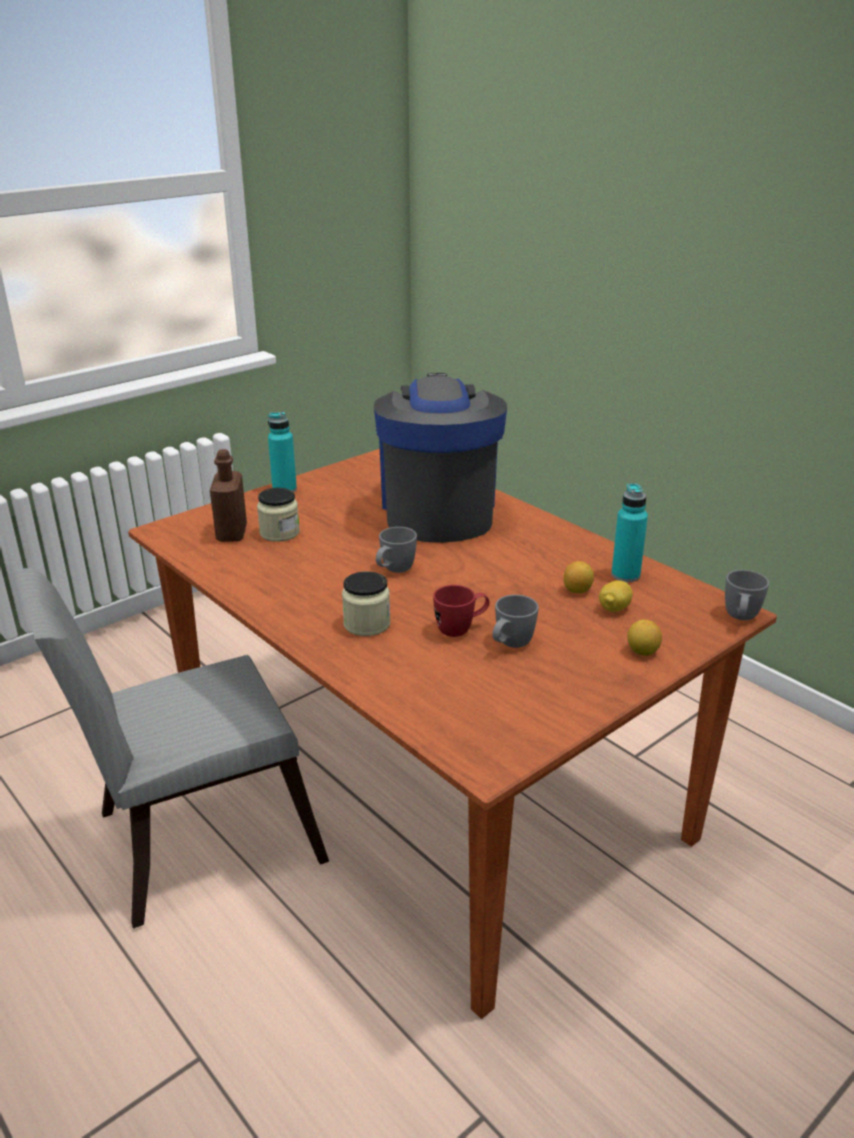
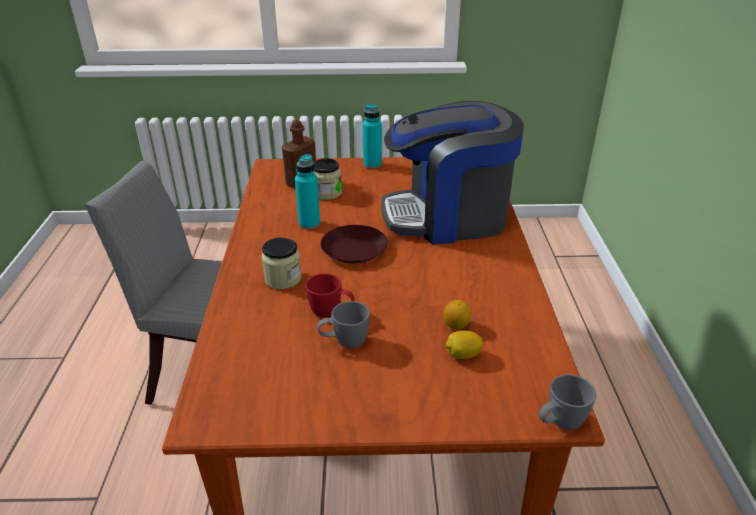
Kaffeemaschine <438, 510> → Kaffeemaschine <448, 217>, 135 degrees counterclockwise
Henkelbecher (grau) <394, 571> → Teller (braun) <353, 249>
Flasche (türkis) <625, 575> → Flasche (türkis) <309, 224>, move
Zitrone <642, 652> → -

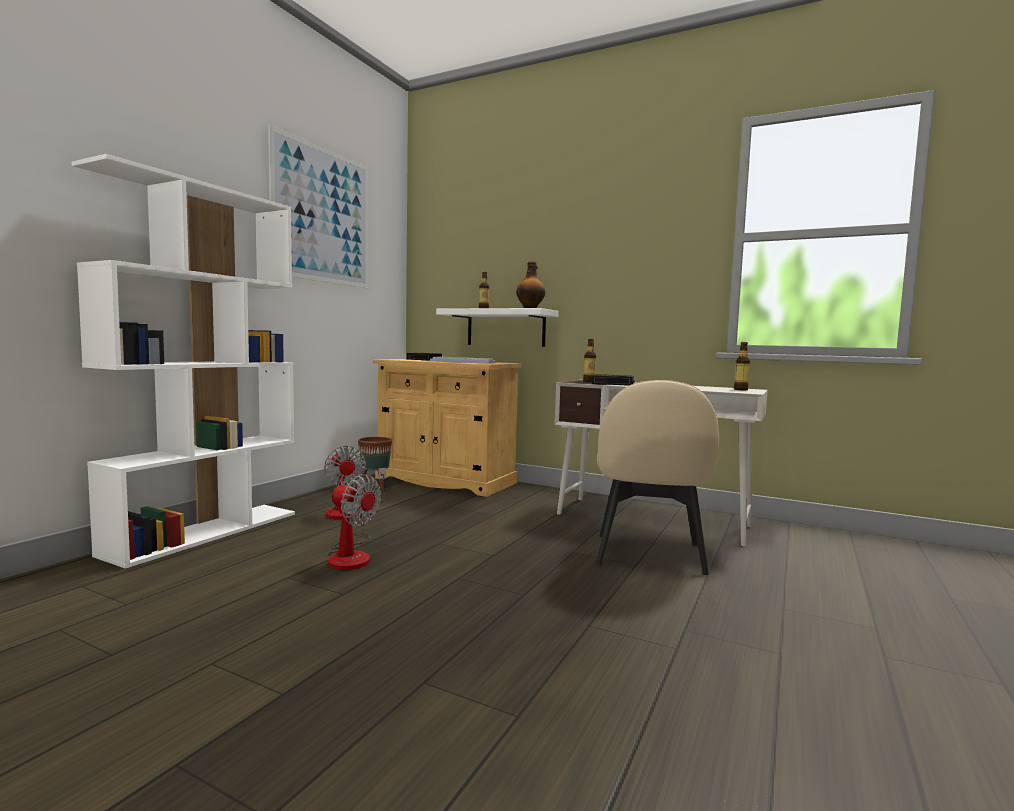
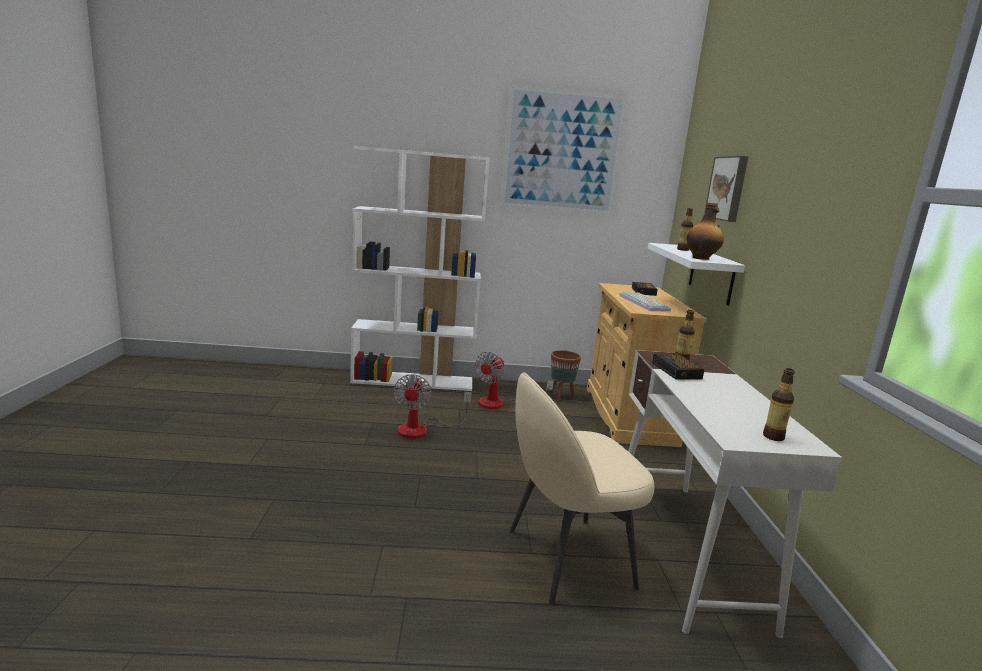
- → Bild <728, 188>

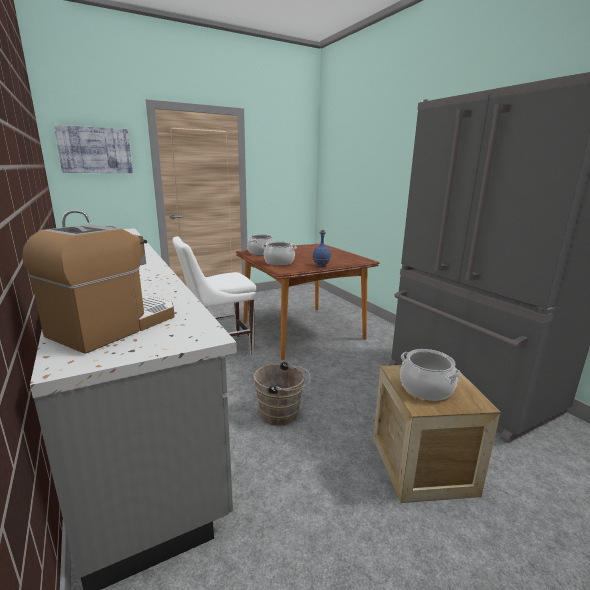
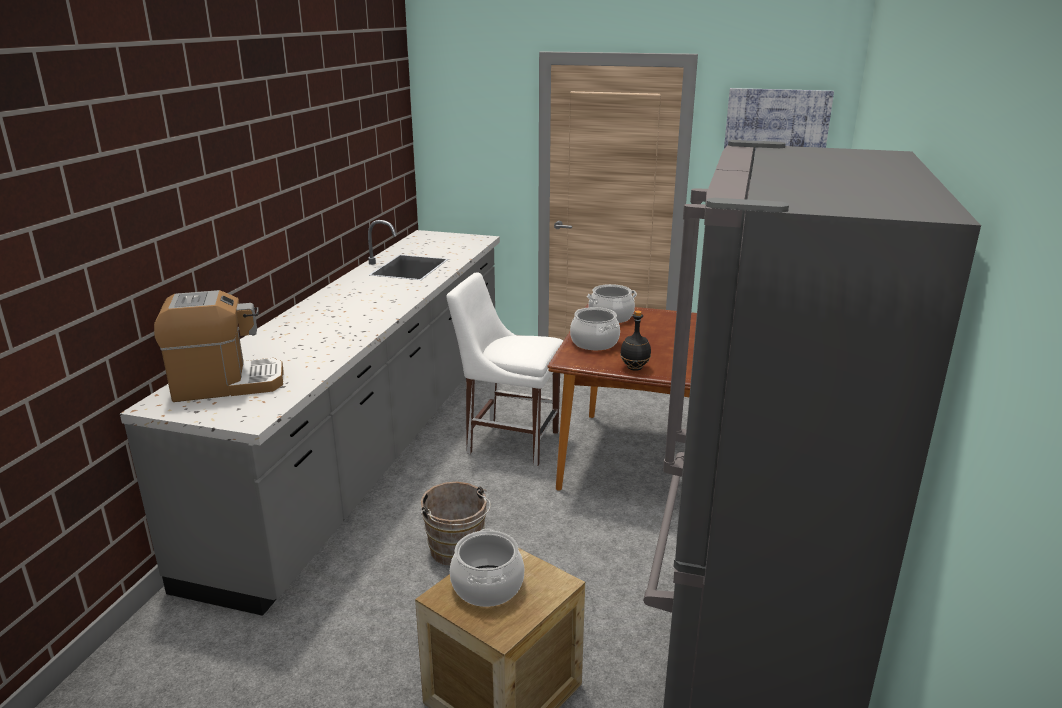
Bild <95, 150> → Bild <776, 123>, move
Flasche (blau) <321, 266> → Flasche (schwarz) <634, 368>

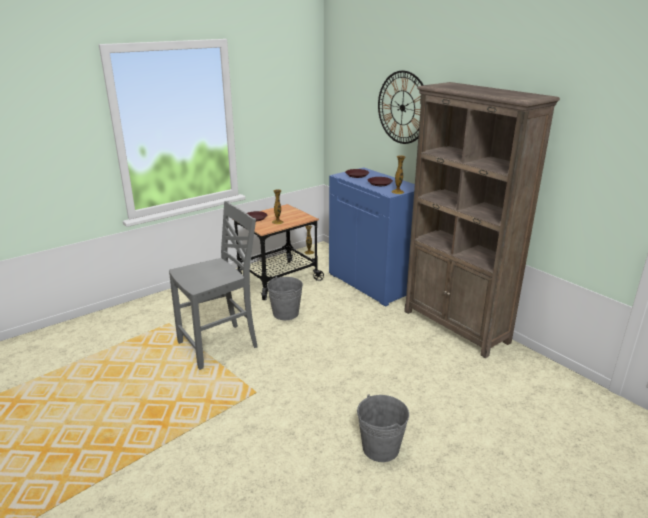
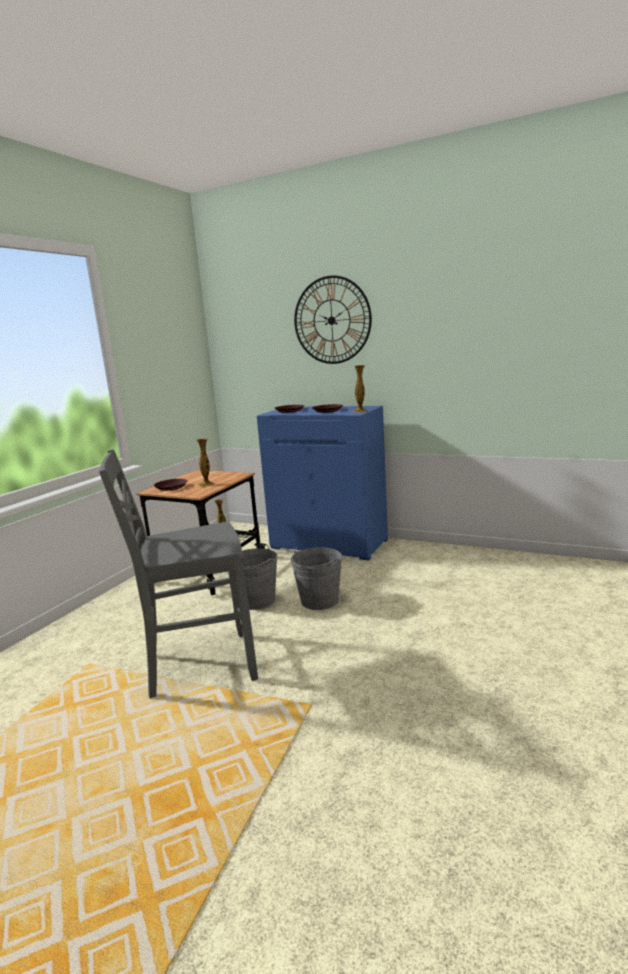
Stuhl (grau) <220, 345> → Stuhl (grau) <198, 665>, 135 degrees counterclockwise
Eimer (grau) <380, 448> → Eimer (grau) <319, 601>, move
Bücherregal (braun) <455, 327> → -

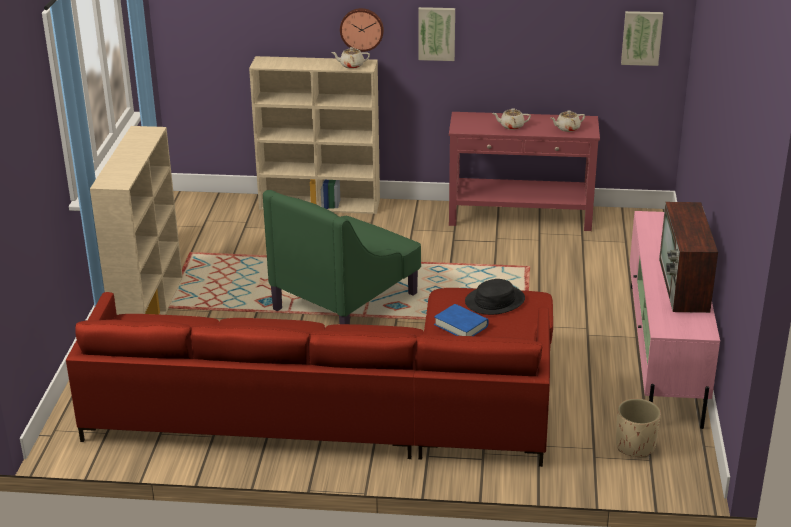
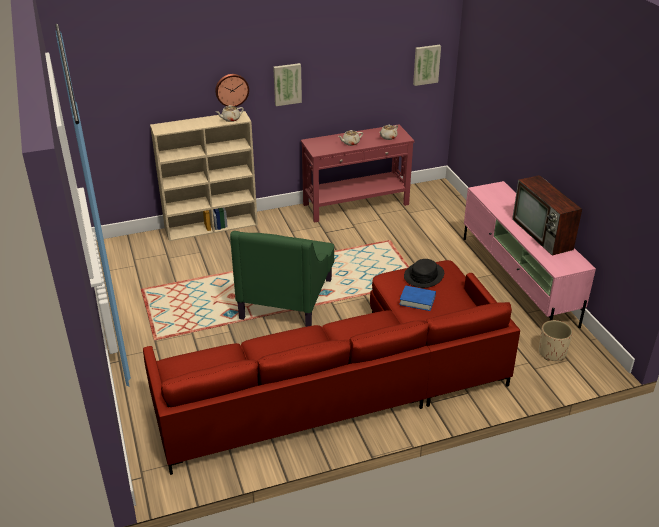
Bücherregal (beige) <149, 311> → -

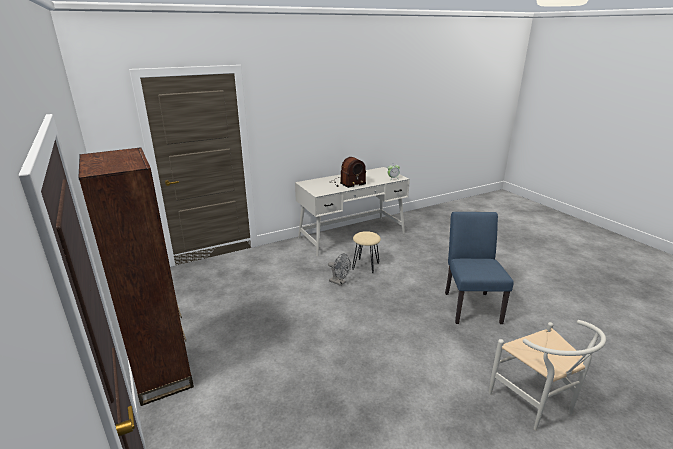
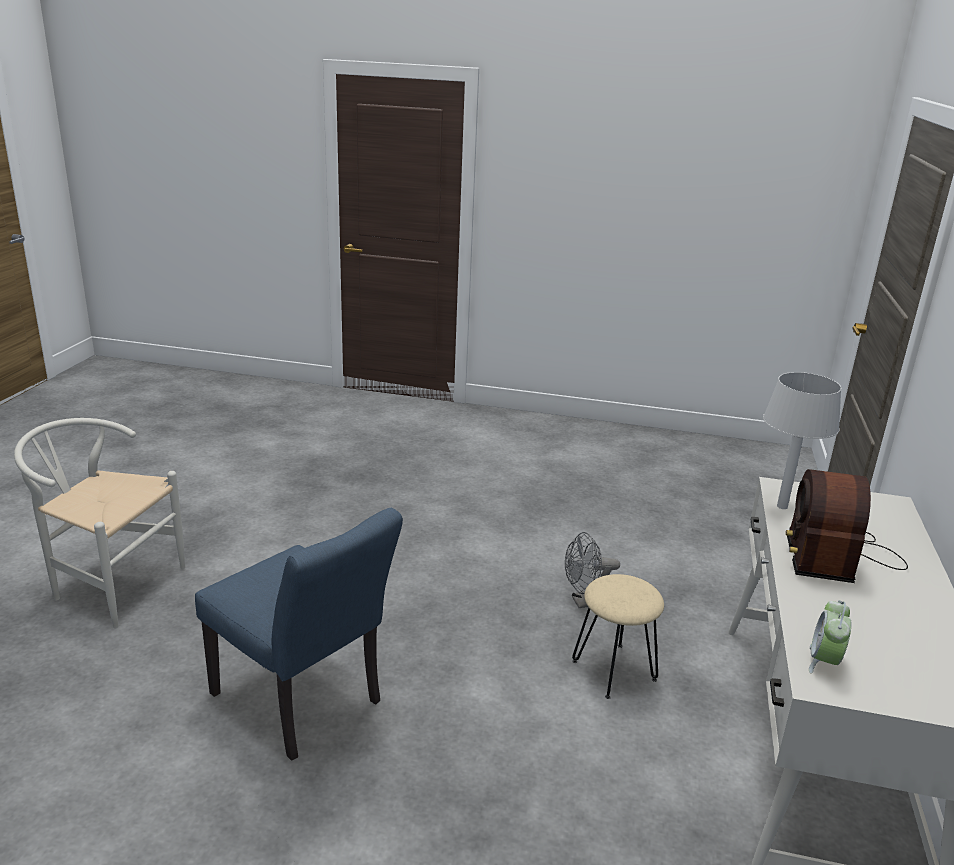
Bücherregal (braun) <163, 372> → -
- → Tischlampe (grau) <781, 506>

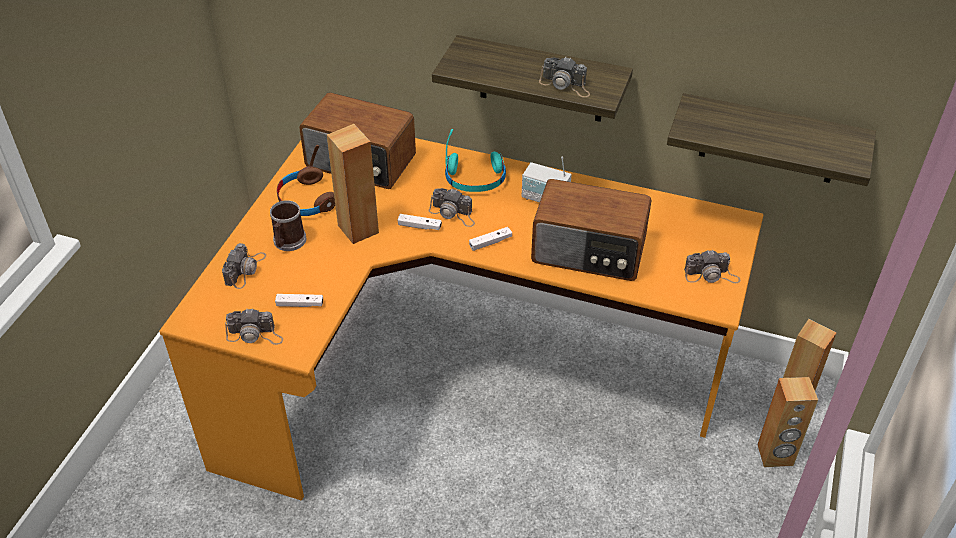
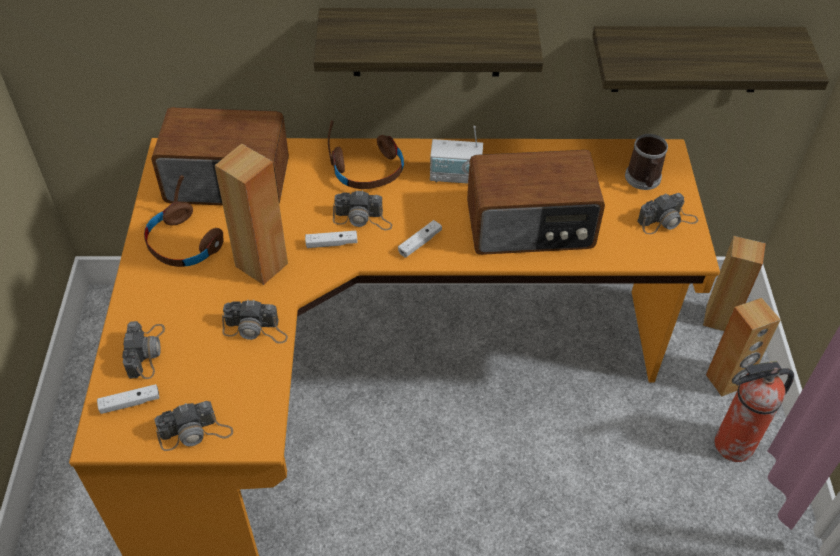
Henkelbecher <288, 242> → Henkelbecher <643, 180>, move
Gamepad (weiß) <300, 304> → Gamepad (weiß) <130, 403>, move
Kopfhörer (türkis) <475, 179> → Kopfhörer (braun) <368, 171>
Kamera <565, 85> → Kamera <255, 329>, move
- → Feuerlöscher <732, 445>

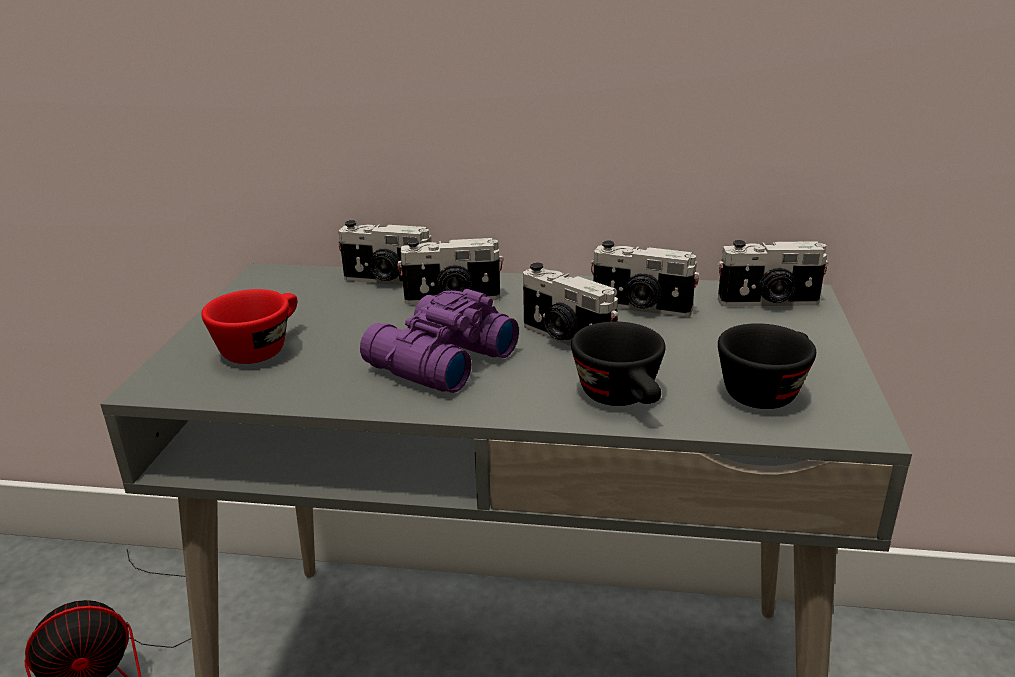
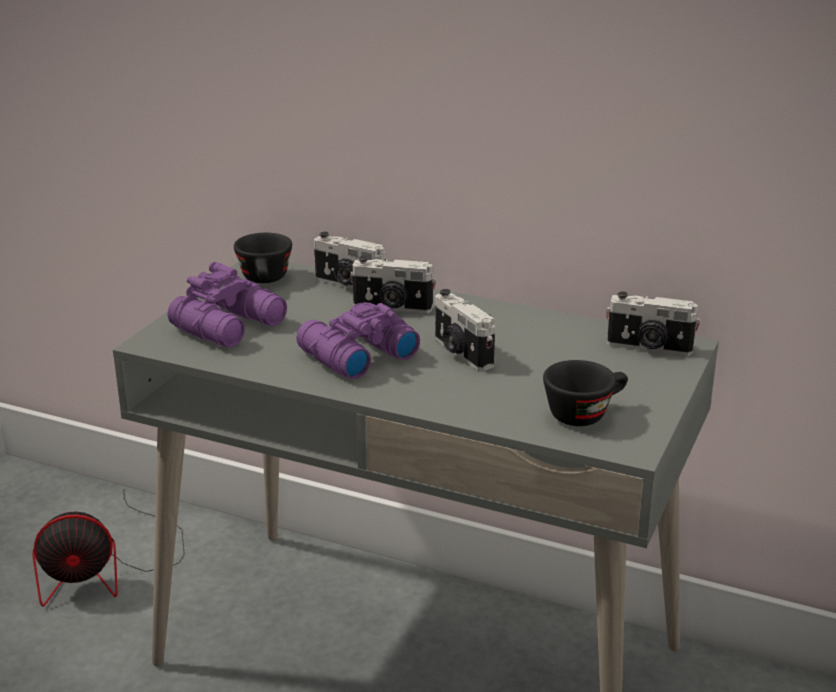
Tasse (rot) <261, 348> → Fernglas (lila) <232, 326>
Tasse (schwarz) <623, 399> → Tasse (schwarz) <265, 281>, move
Kamera <641, 308> → -

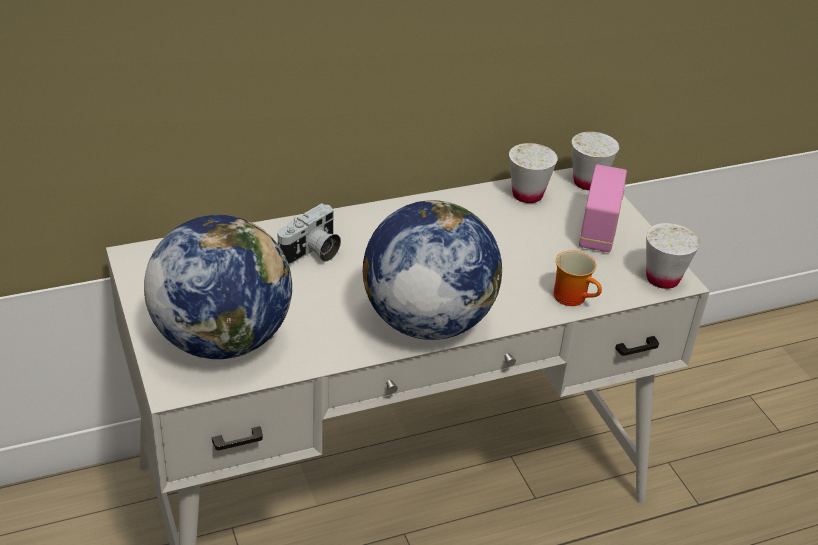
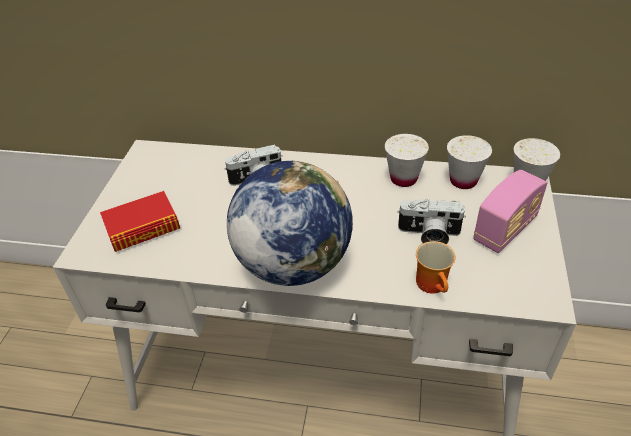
Globus <222, 339> → Buch <142, 227>
Tasse (weiß) <662, 279> → Tasse (weiß) <403, 179>, move
- → Kamera <429, 235>

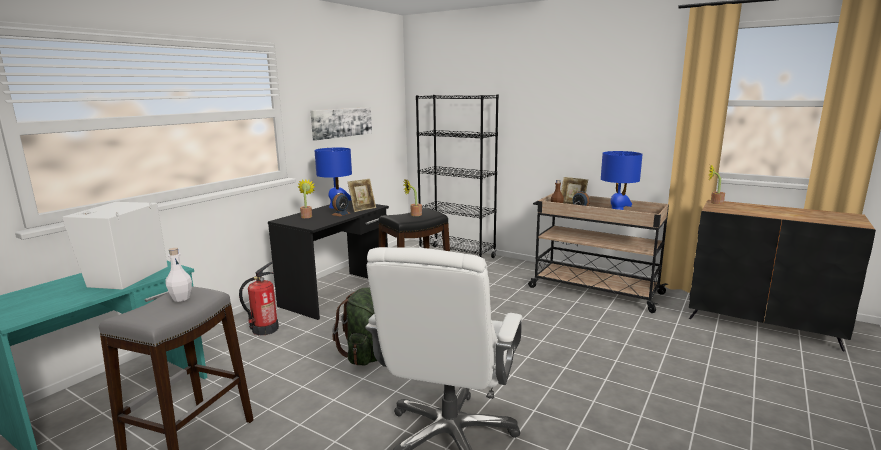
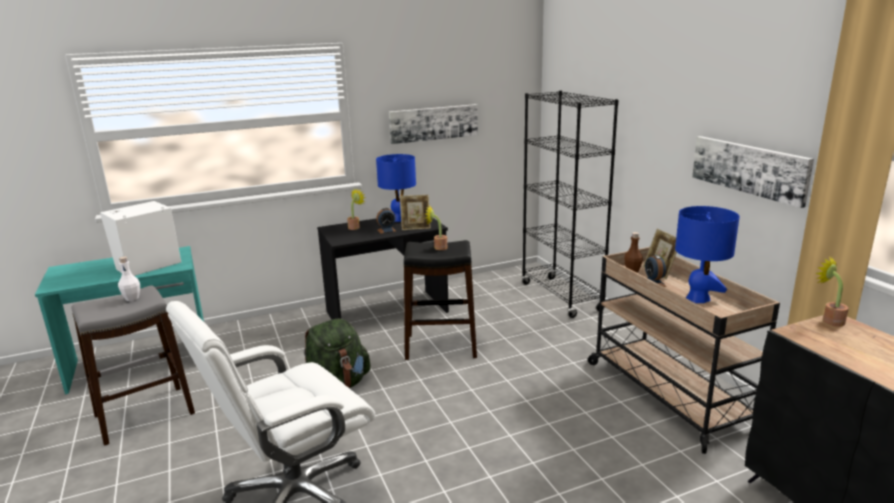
Feuerlöscher <264, 329> → -
- → Bild <749, 168>

